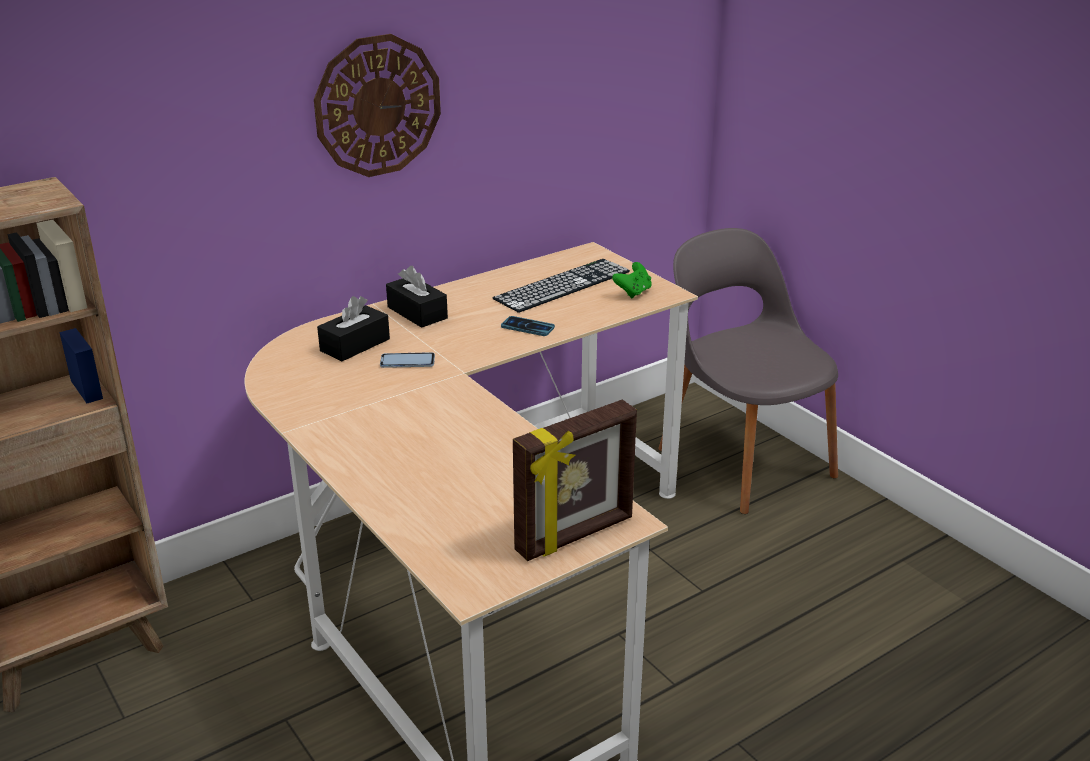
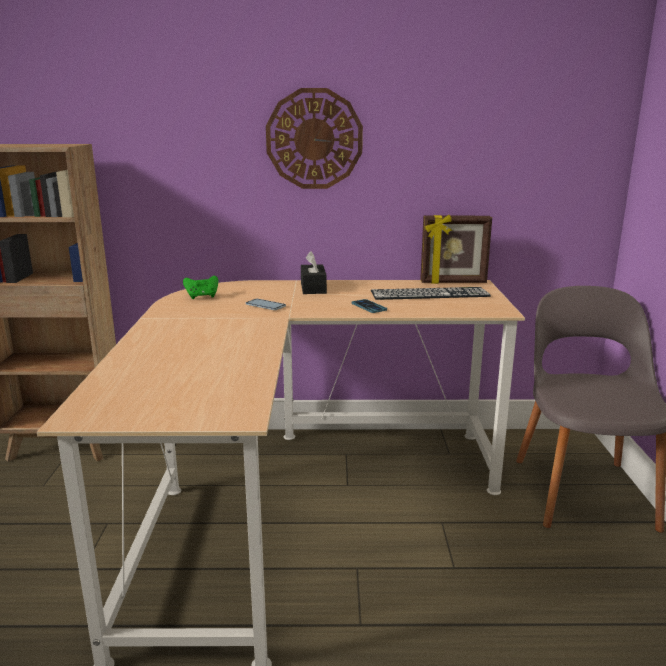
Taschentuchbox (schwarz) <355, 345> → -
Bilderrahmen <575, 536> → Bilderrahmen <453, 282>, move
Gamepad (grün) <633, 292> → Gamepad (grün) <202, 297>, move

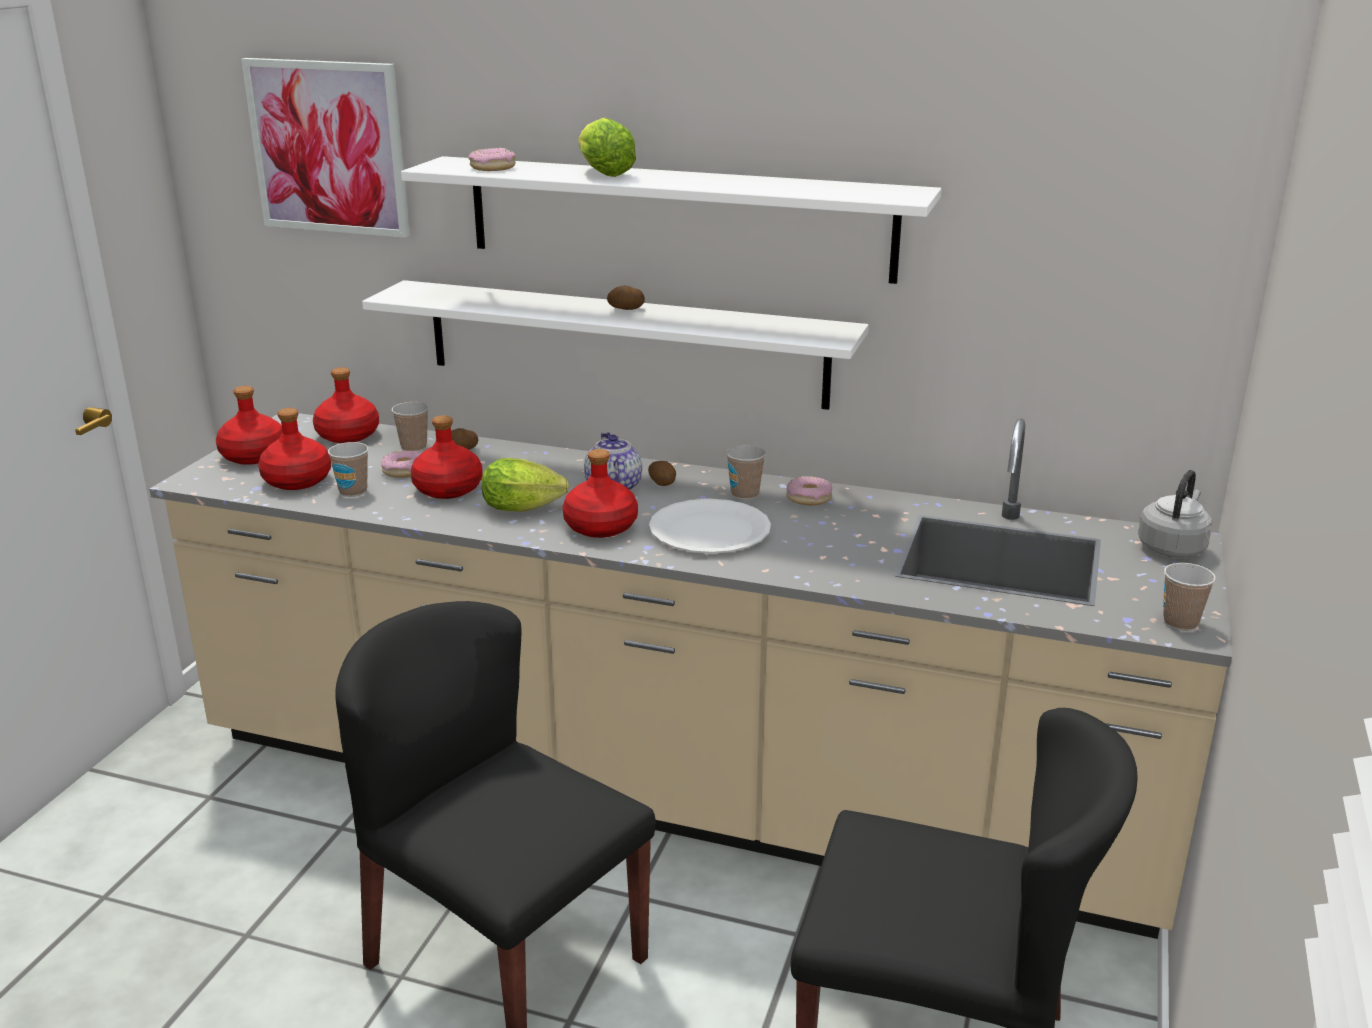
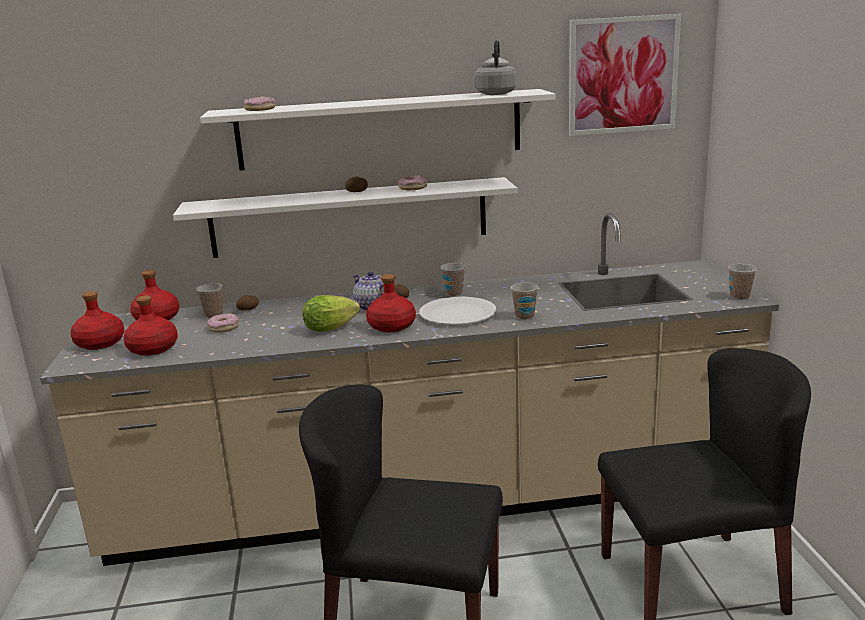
Bild <328, 147> → Bild <622, 75>, move
Tasse <353, 491> → Tasse <524, 316>, move
Flasche (rot) <447, 489> → -
Salatkopf <602, 173> → -
Donut <809, 498> → Donut <412, 188>, move
Wasserkessel (grau) <1172, 547> → Wasserkessel (grau) <496, 93>, move

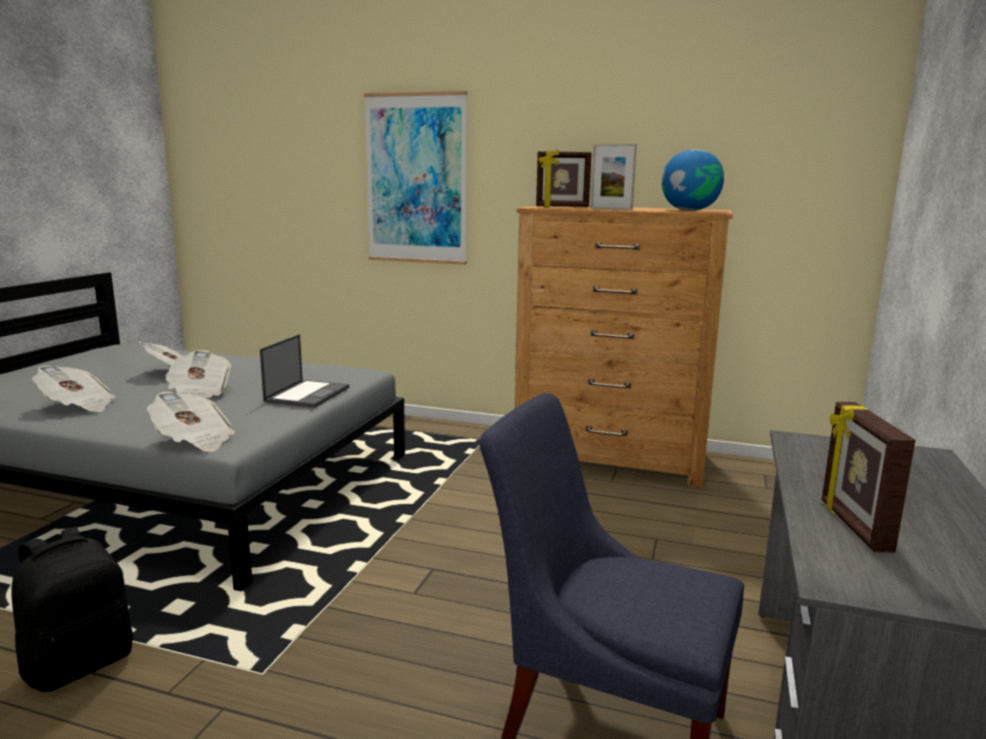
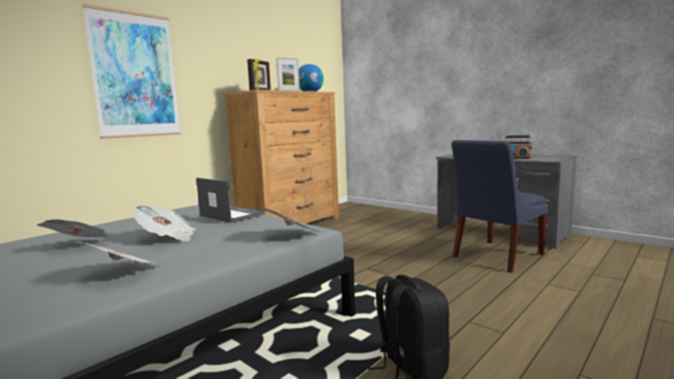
Bilderrahmen <853, 526> → Radio <516, 158>

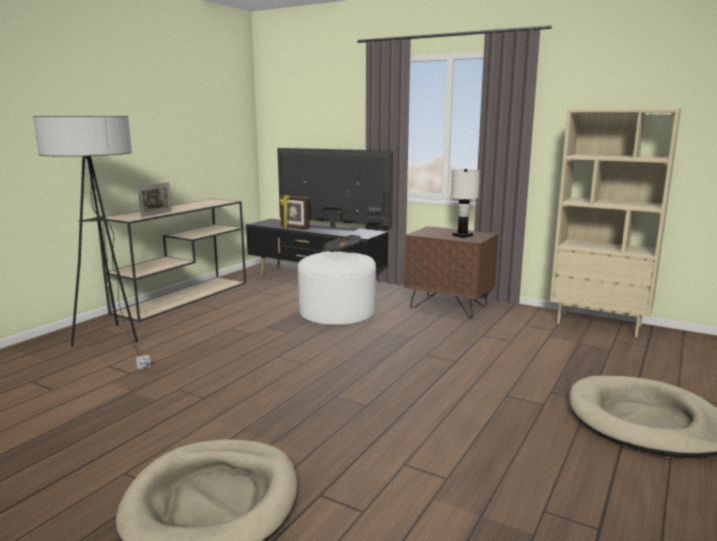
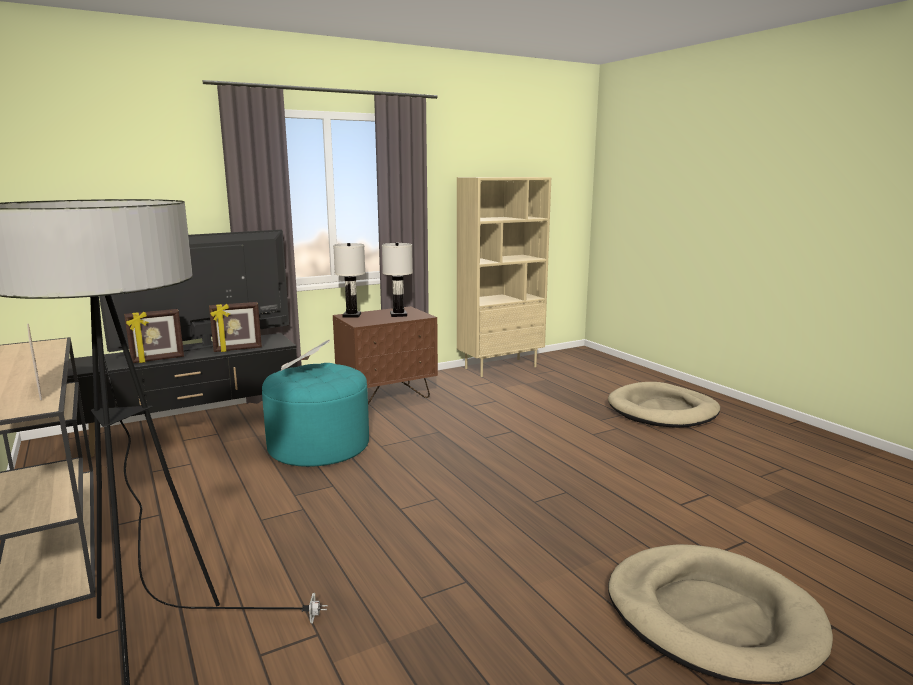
Polsterhocker (weiß) <337, 313> → Polsterhocker (türkis) <319, 446>
- → Bilderrahmen <237, 349>
- → Tischlampe (weiß) <351, 315>

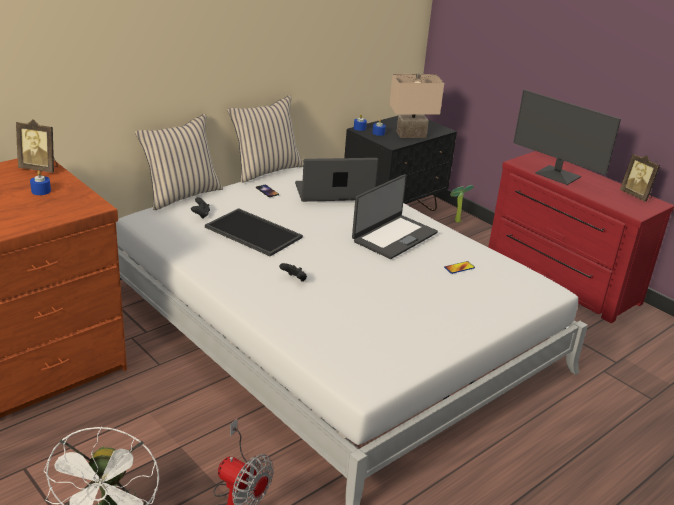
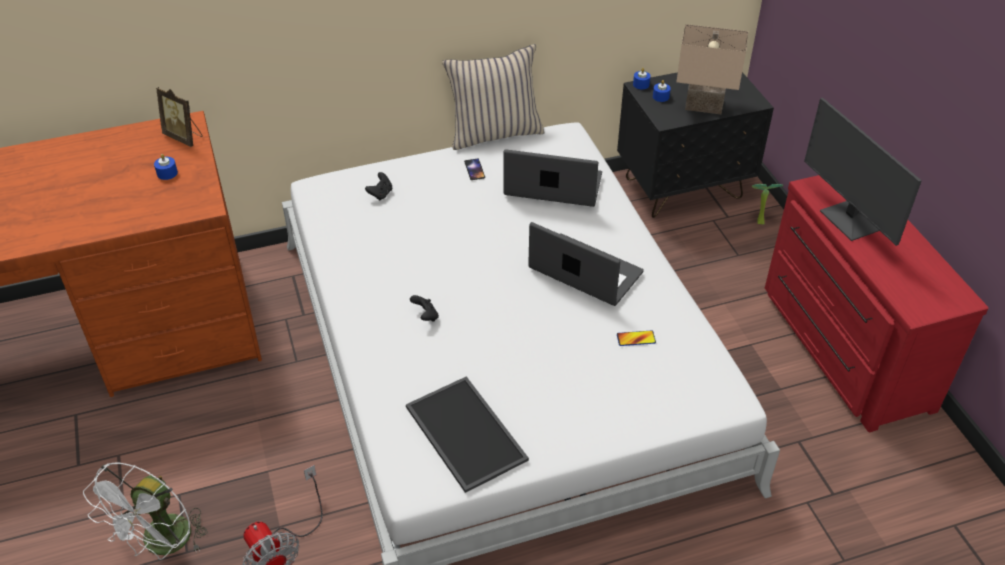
Kissen (beige) <181, 195> → -
Tablett <251, 232> → Tablett <463, 433>, move
Laptop <394, 236> → Laptop <584, 272>, 120 degrees counterclockwise
Bilderrahmen <636, 195> → -

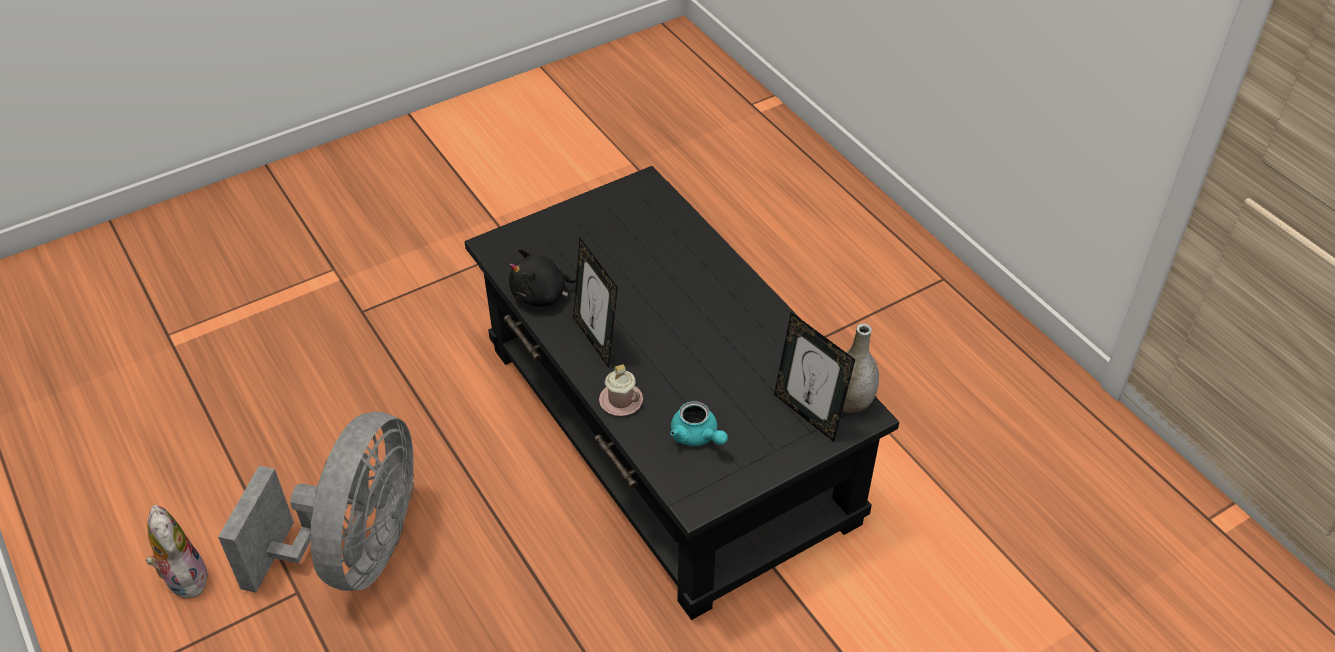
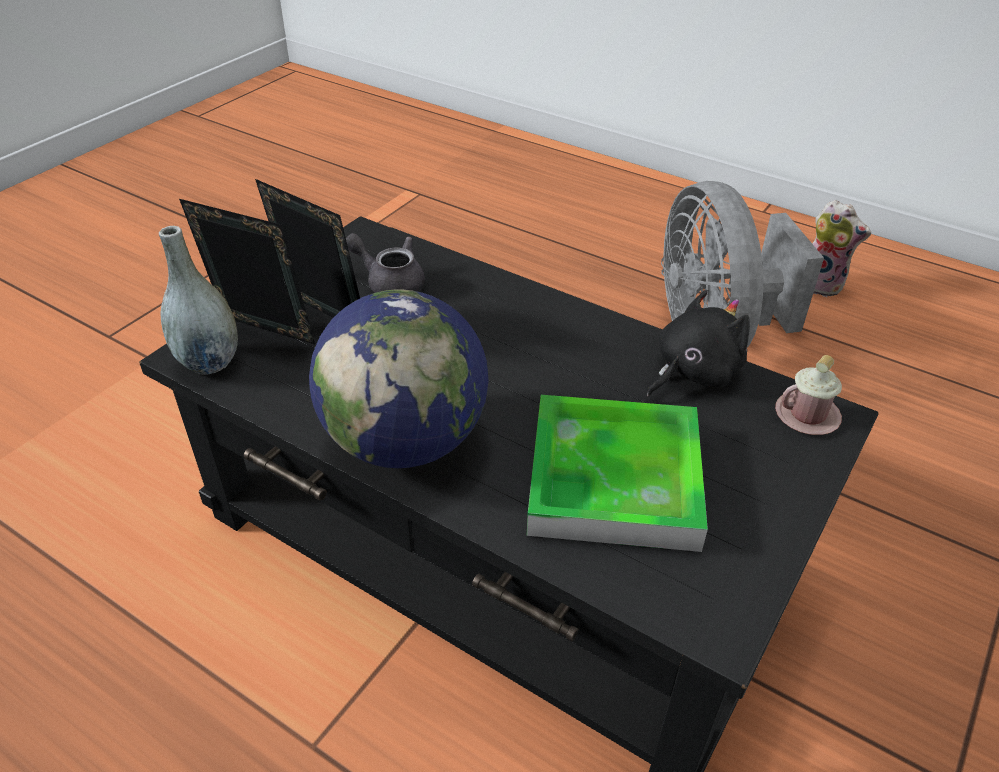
Bilderrahmen <596, 339> → Bilderrahmen <323, 320>, move
Henkelbecher (rosa) <621, 400> → Henkelbecher (rosa) <807, 415>, move
Teekanne (türkis) <697, 436> → Teekanne (grau) <390, 282>
- → Globus <405, 441>
- → Tablett <614, 479>

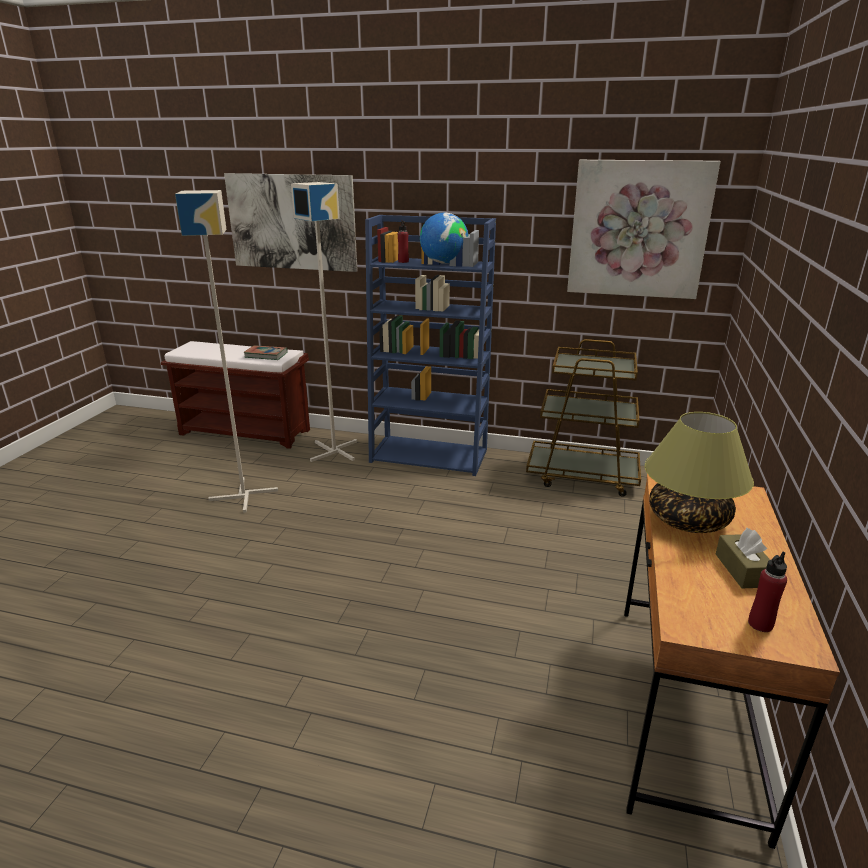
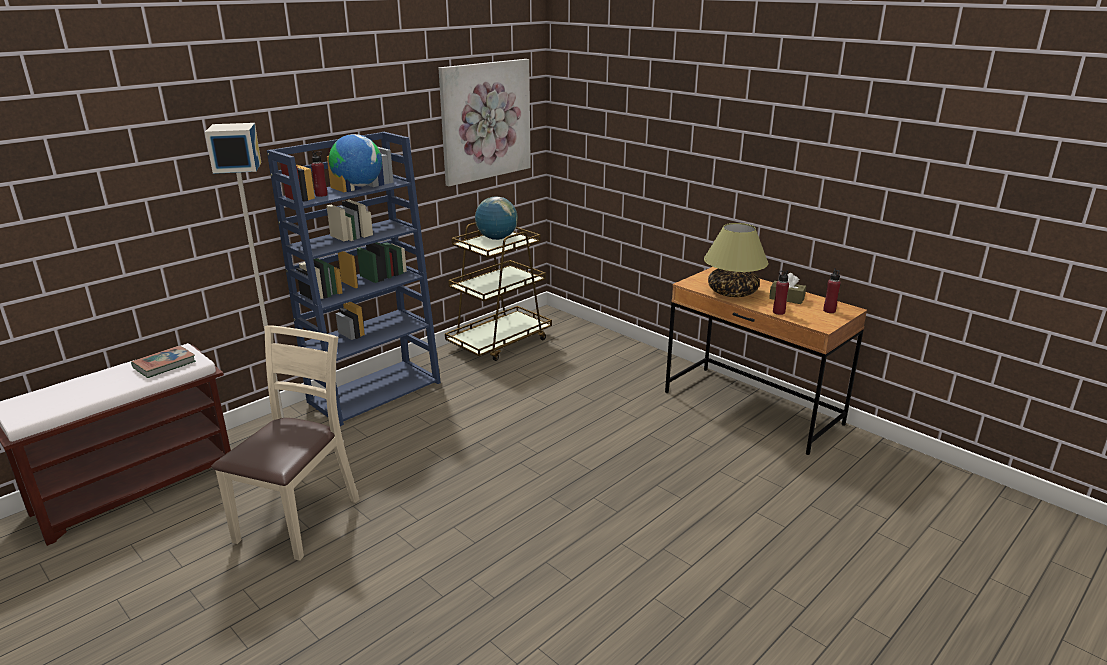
Stehlampe (grau) <245, 495> → Stuhl (beige) <298, 519>
Bild <292, 222> → -
- → Globus <497, 238>
- → Flasche (rot) <778, 312>

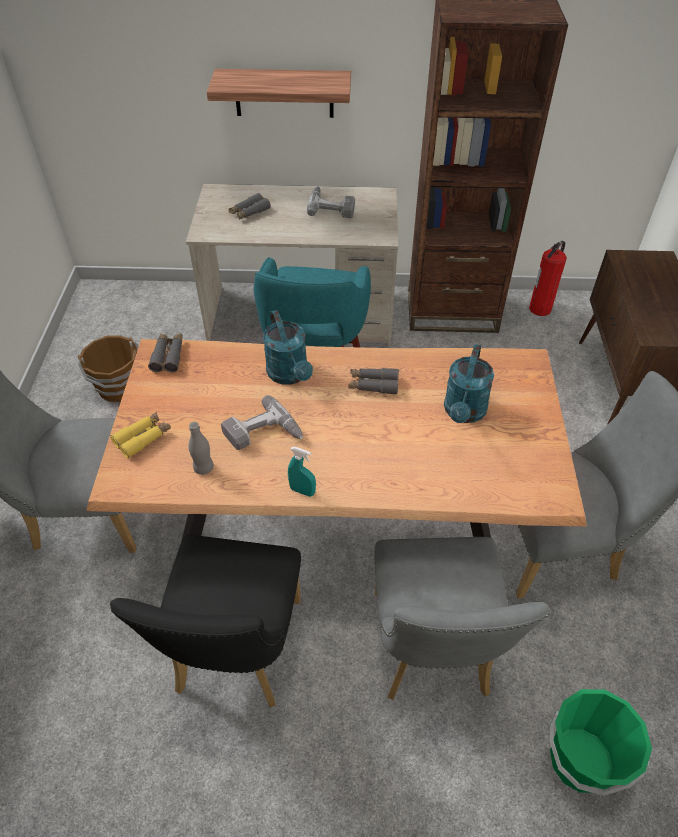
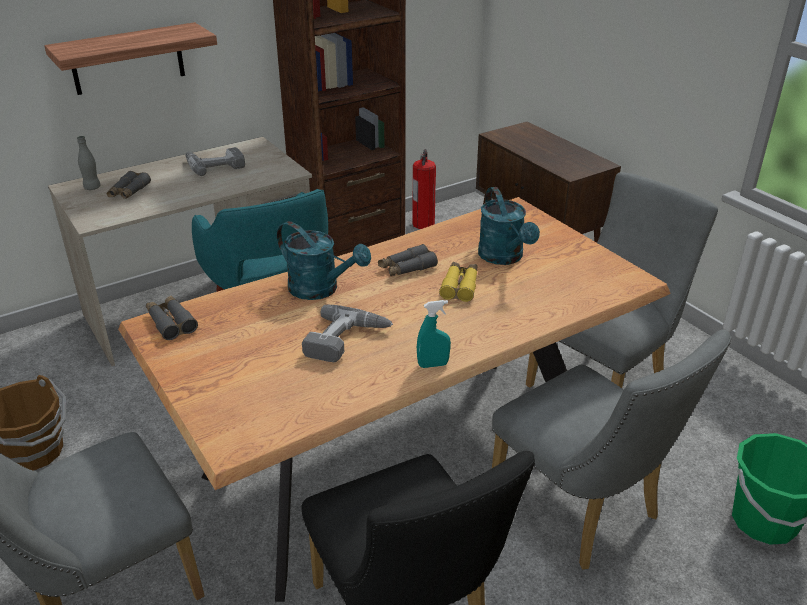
Fernglas (gelb) <143, 438> → Fernglas (gelb) <460, 286>, move
Flasche (grau) <203, 468> → Flasche (grau) <92, 187>, move

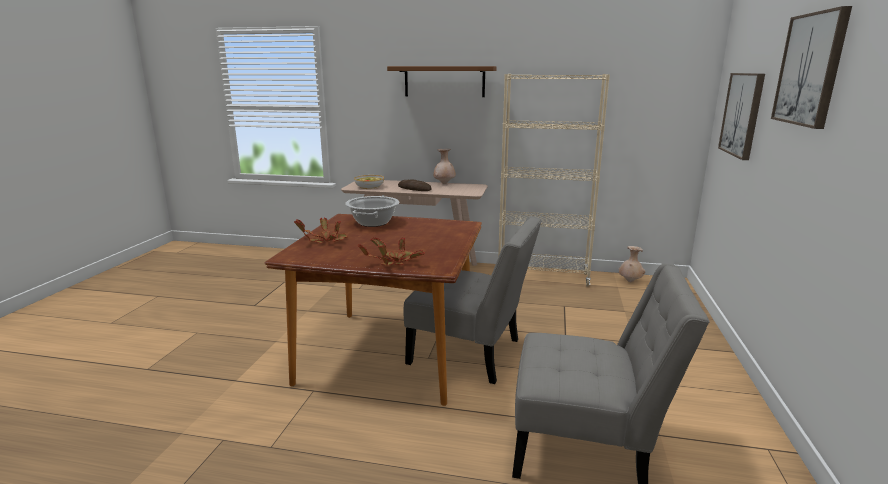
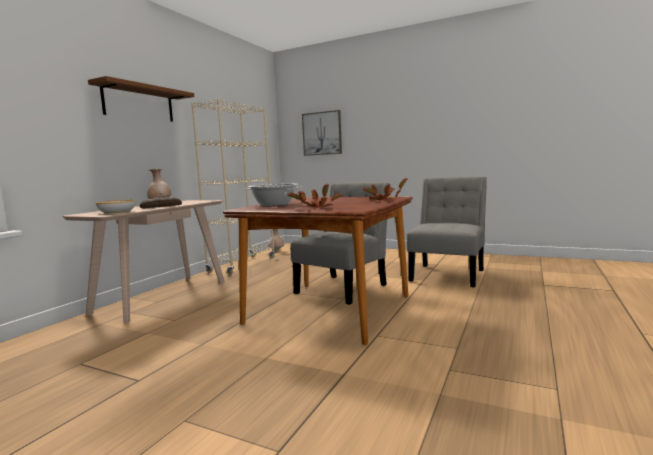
Bild <810, 69> → -

